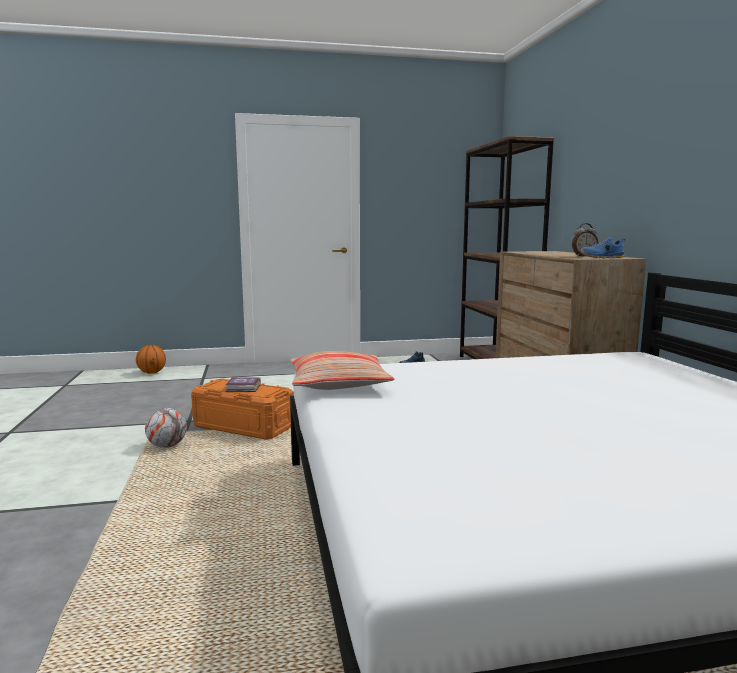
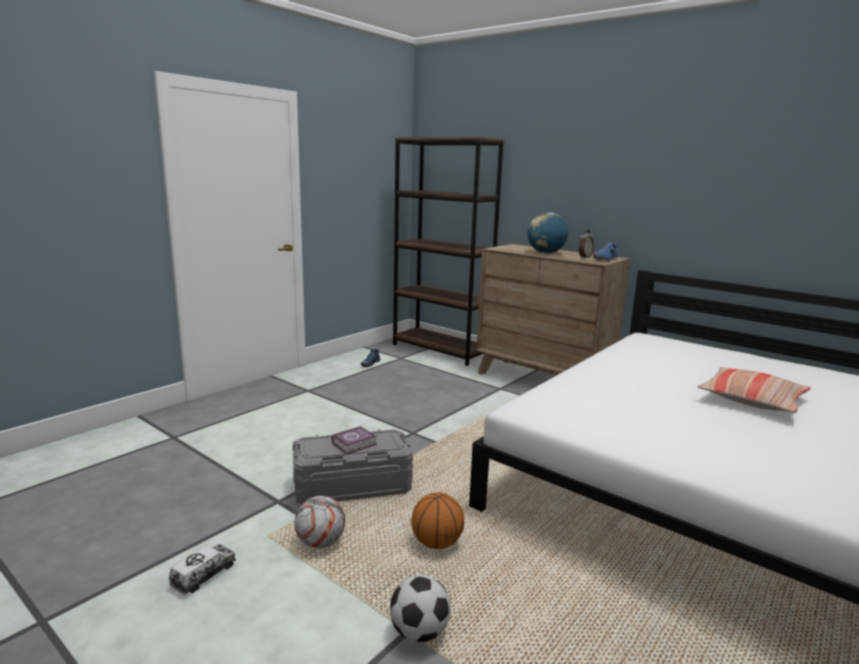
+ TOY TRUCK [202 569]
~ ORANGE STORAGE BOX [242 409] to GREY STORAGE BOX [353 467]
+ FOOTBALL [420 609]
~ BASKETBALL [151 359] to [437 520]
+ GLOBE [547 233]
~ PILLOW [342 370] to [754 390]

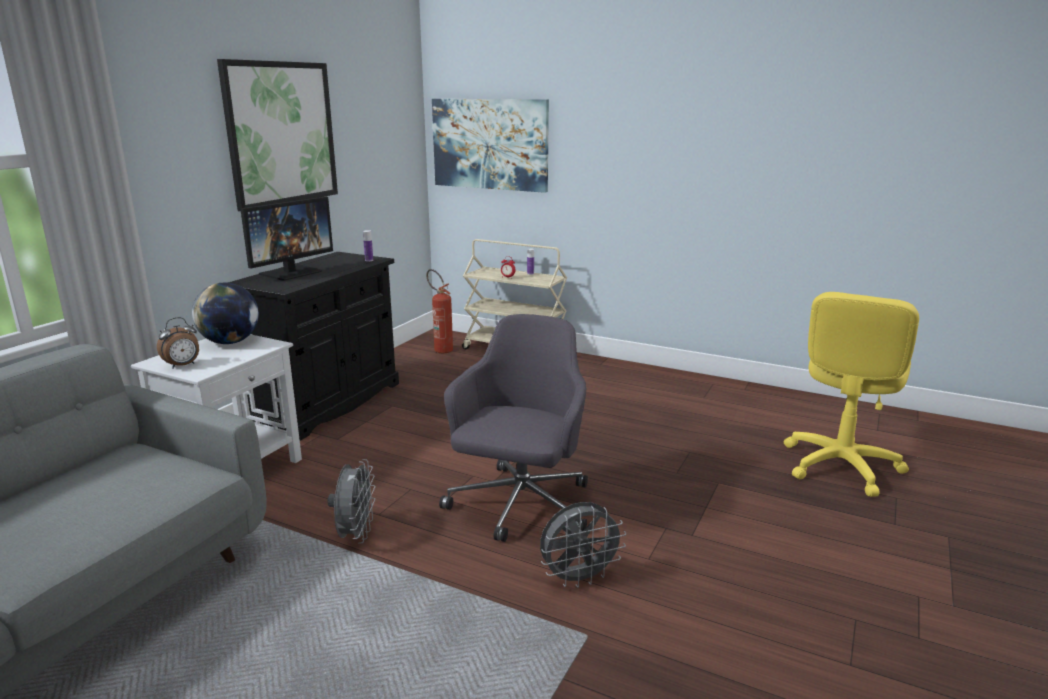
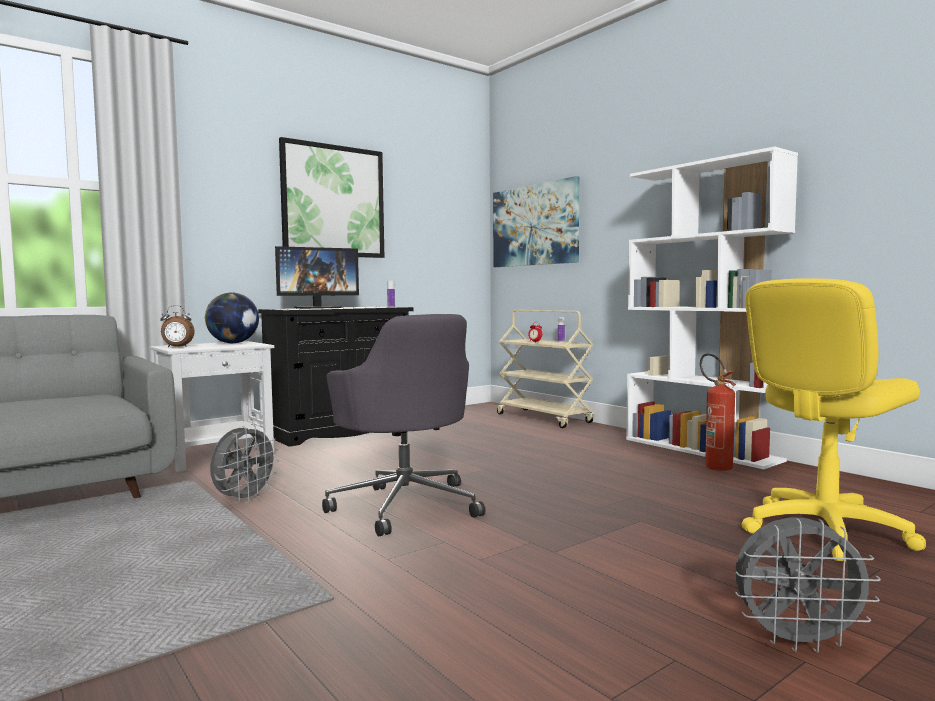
~ GREY OFFICE CHAIR [513 428] = [403 425] 105 degrees clockwise
+ WHITE BOOKCASE [712 307]
~ FIRE EXTINGUISHER [439 311] to [718 412]
~ GREY FAN [583 545] to [808 585]

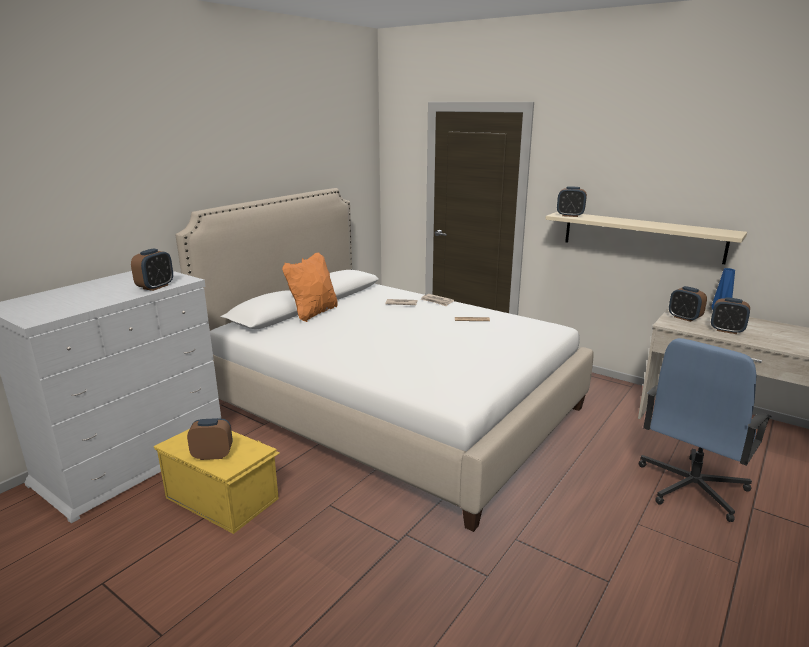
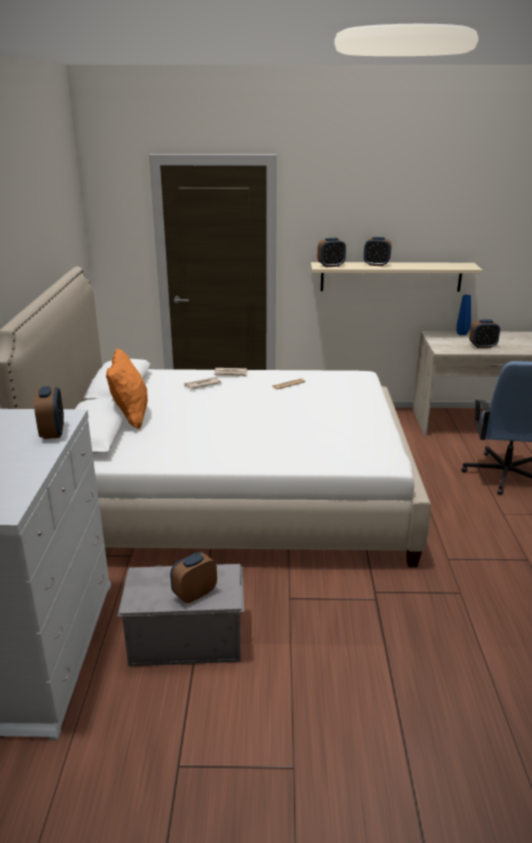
~ YELLOW STORAGE BOX [217 481] to GREY STORAGE BOX [180 615]
~ ALARM CLOCK [688 304] to [377 251]

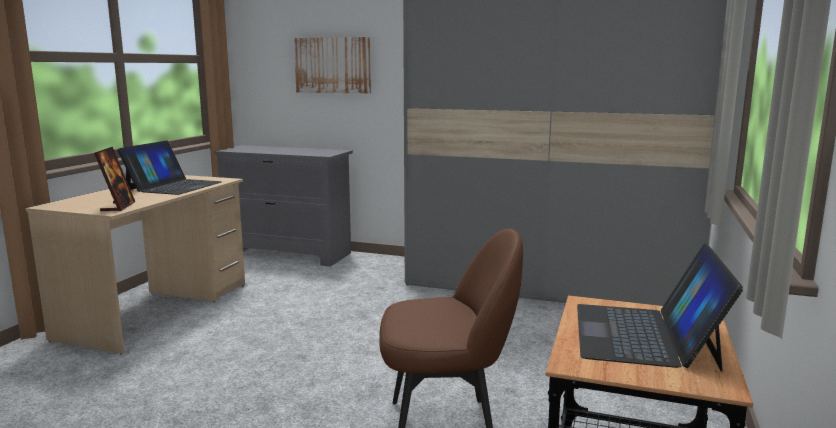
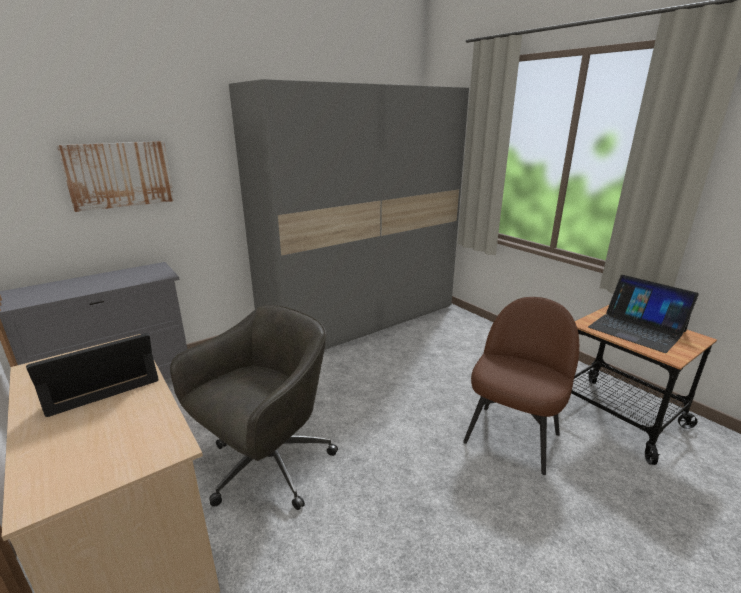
~ LAPTOP [169 168] = [92 375] 90 degrees counterclockwise
+ GREY OFFICE CHAIR [254 407]
- PICTURE FRAME [114 179]

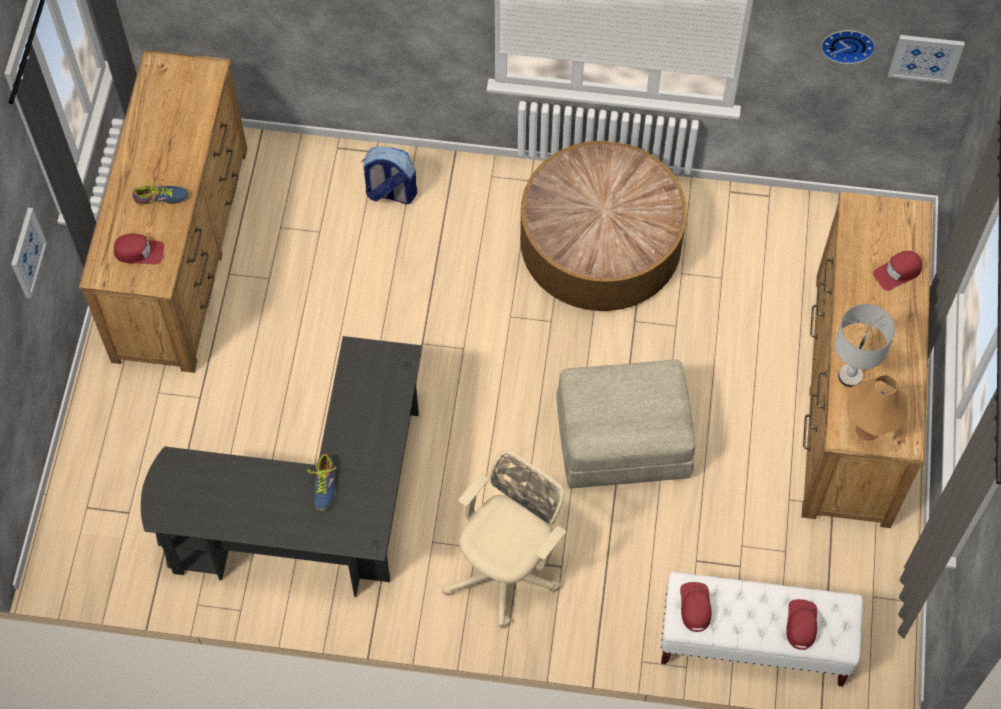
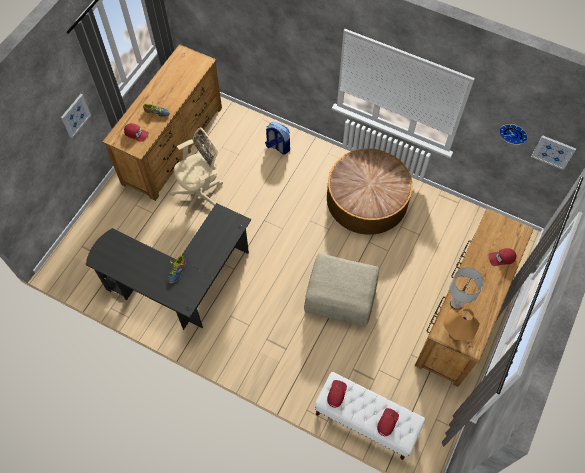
~ BEIGE OFFICE CHAIR [504 539] to [196 172]

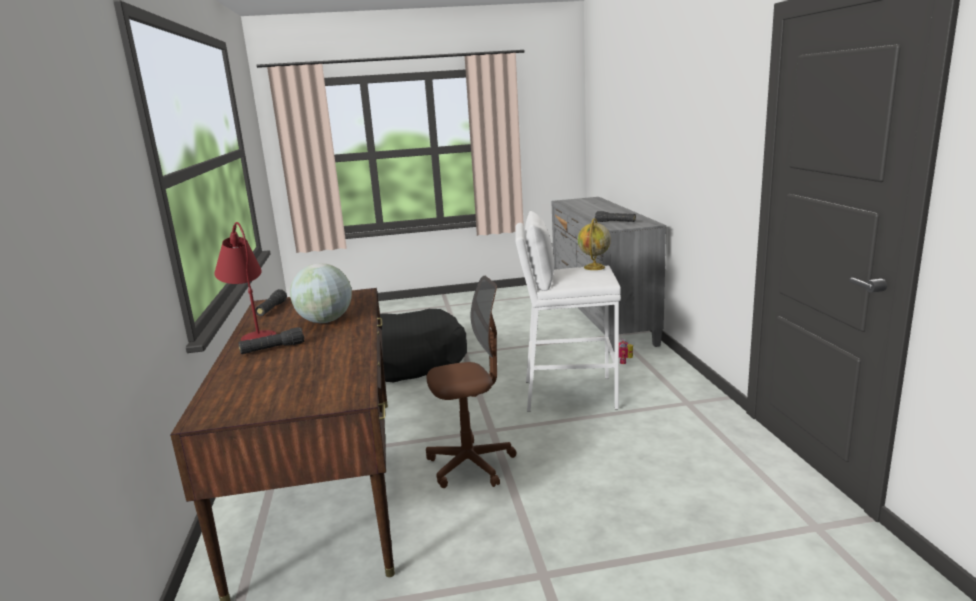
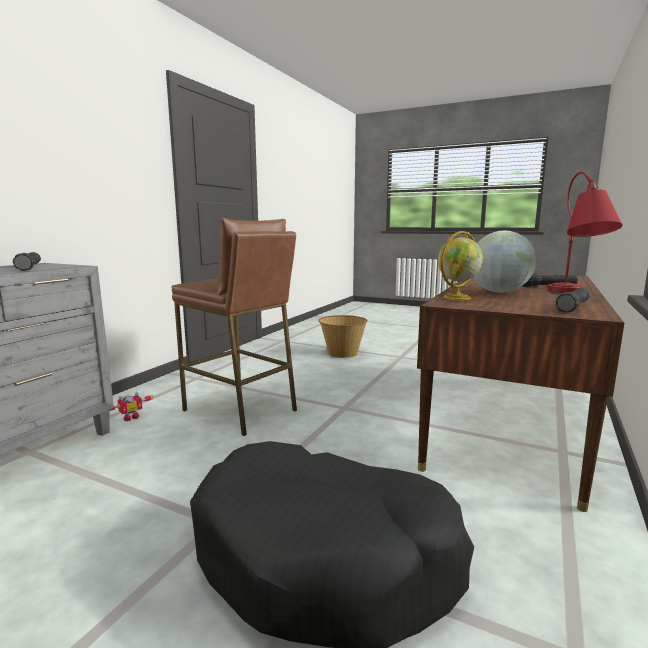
~ WHITE STOOL [568 311] to BROWN STOOL [234 327]
+ BASKET [343 336]
~ GLOBE [594 244] to [460 265]
- BROWN OFFICE CHAIR [471 382]

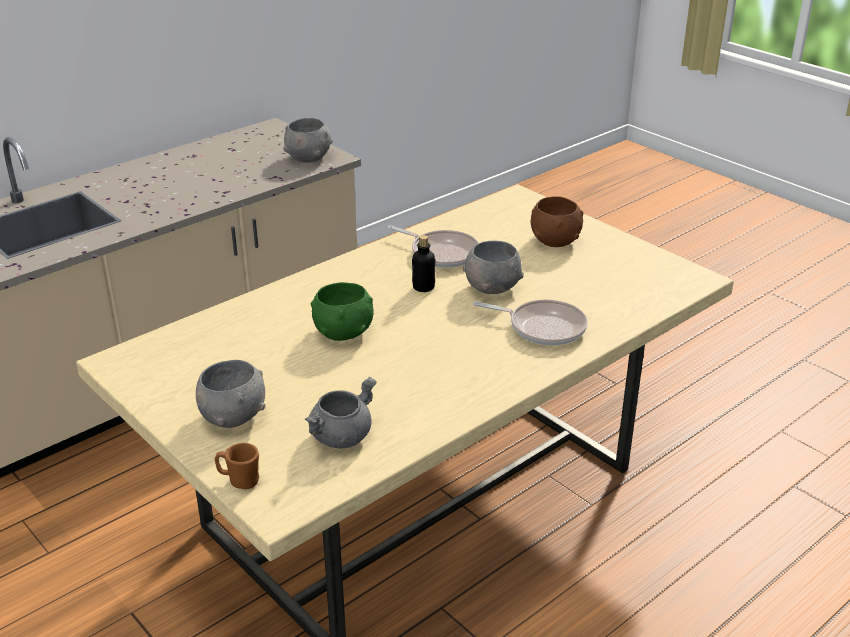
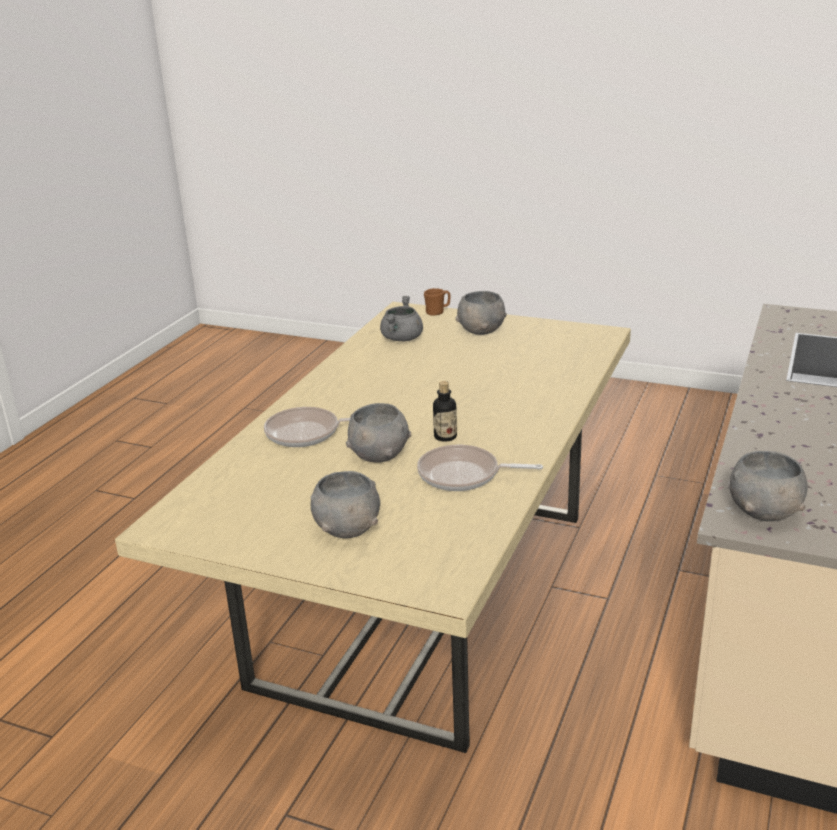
~ BROWN BOWL [557 221] to GREY BOWL [345 504]
- GREEN BOWL [342 311]

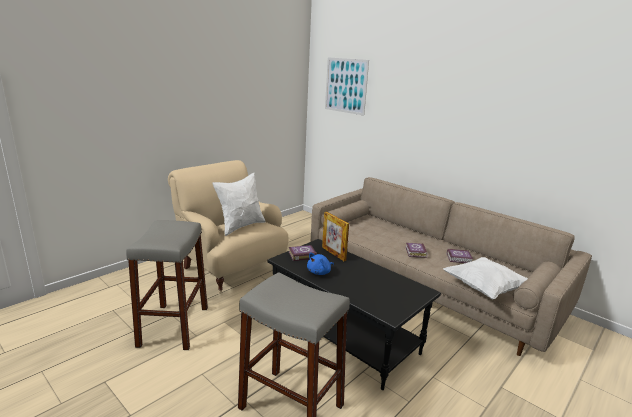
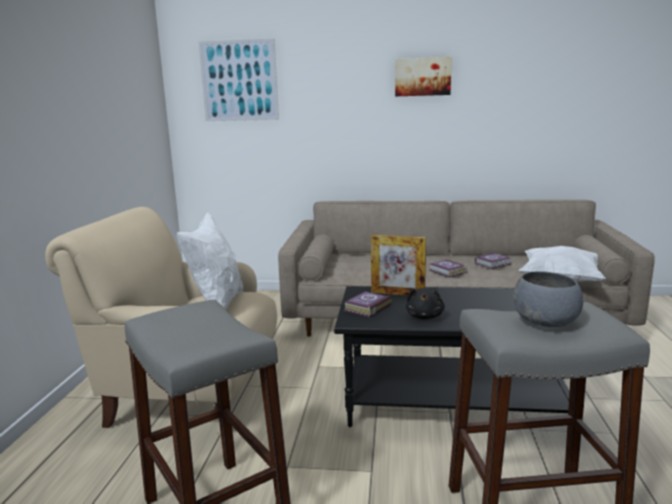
+ PICTURE [423 76]
~ BLUE PLUSH TOY [320 264] to BLACK PLUSH TOY [425 303]
+ GREY BOWL [548 299]

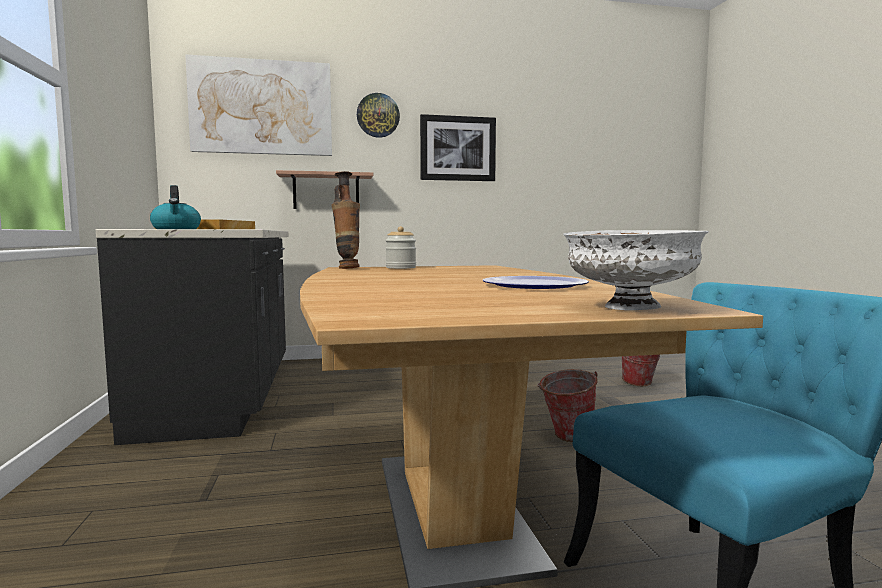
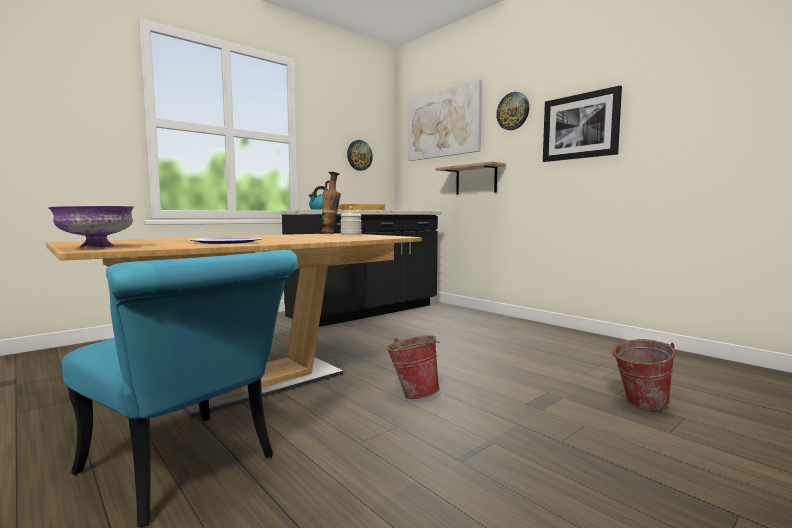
~ WHITE BOWL [636 270] to PURPLE BOWL [91 227]
+ WALL CLOCK [360 155]

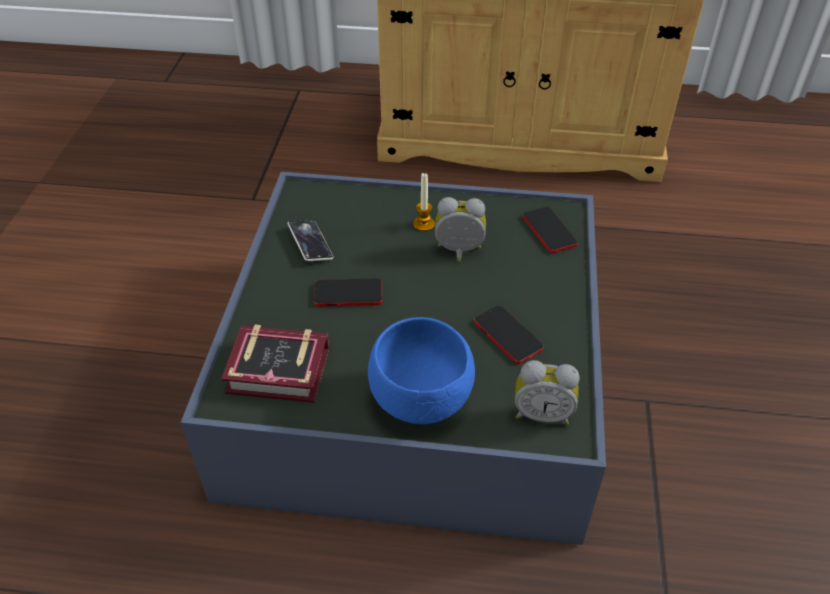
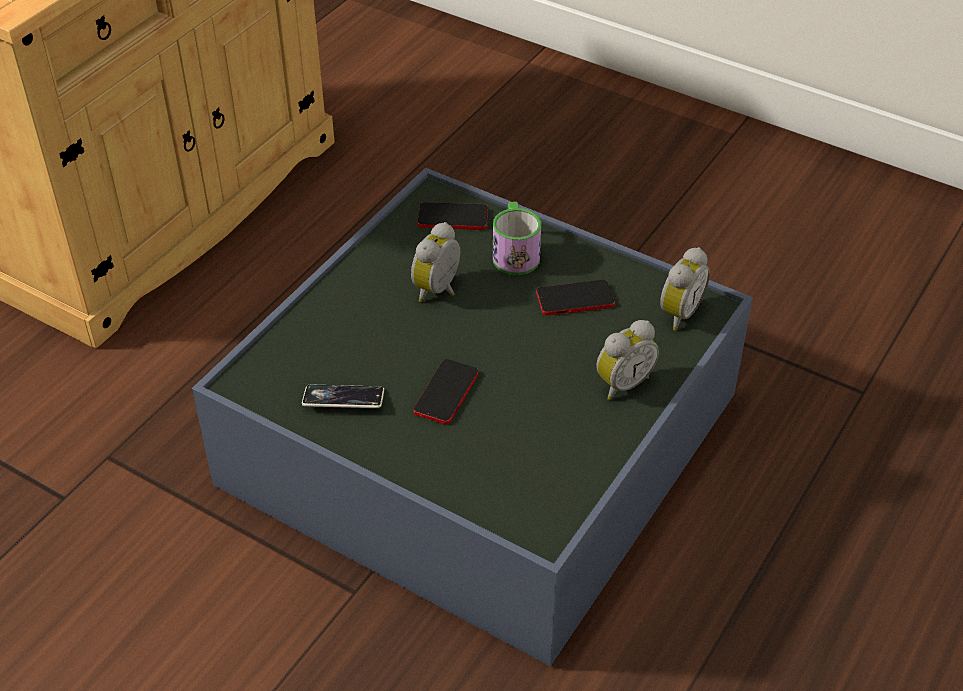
+ MUG [517 238]
~ BLUE BOWL [421 370] to ALARM CLOCK [628 360]
- BOOK [275 363]
- CANDLE [424 201]

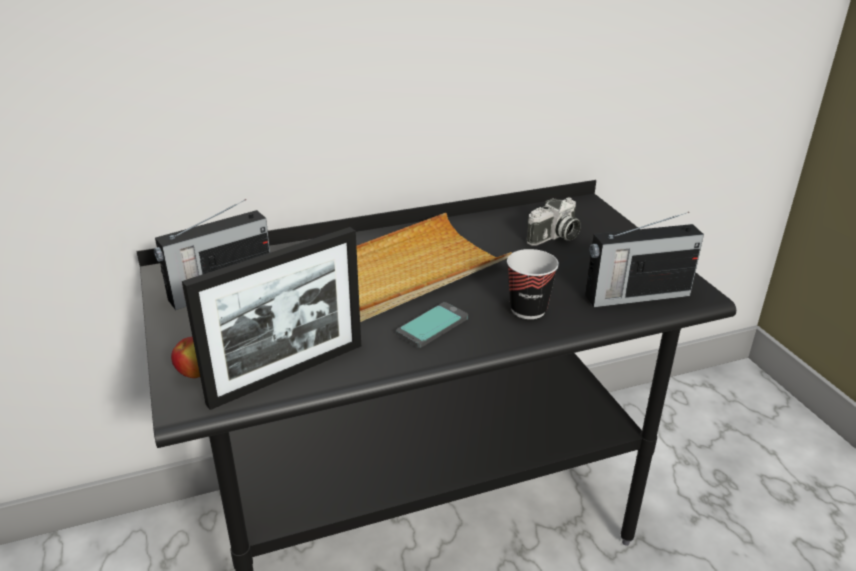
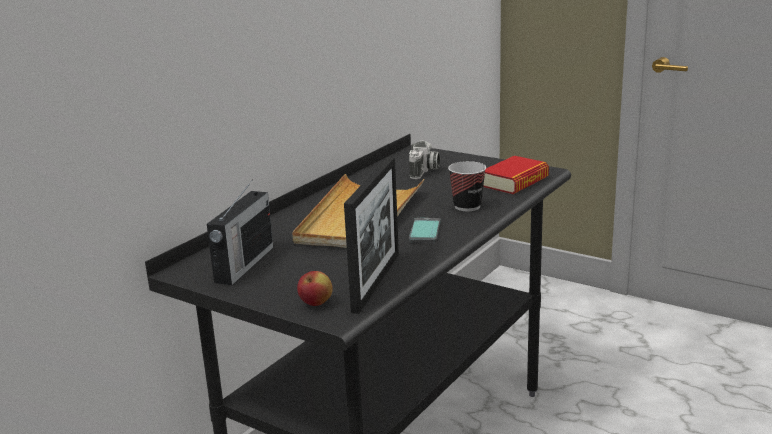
~ RADIO [644 259] to BOOK [516 175]

